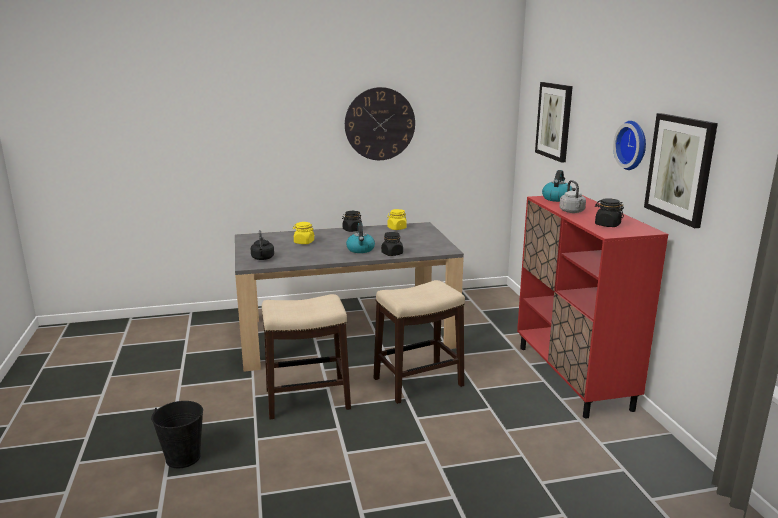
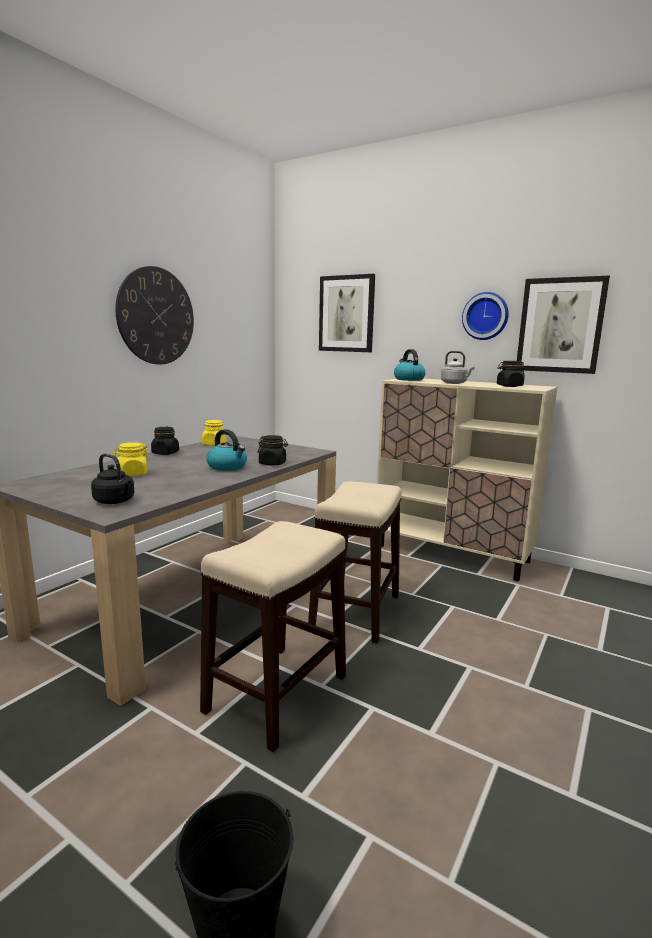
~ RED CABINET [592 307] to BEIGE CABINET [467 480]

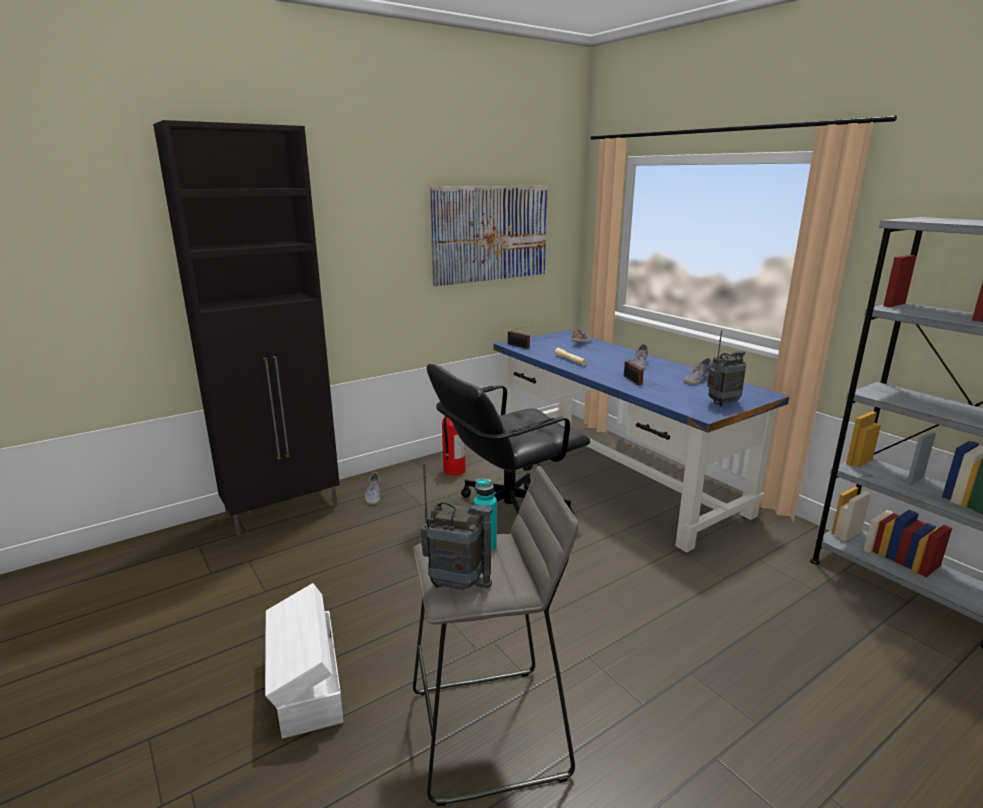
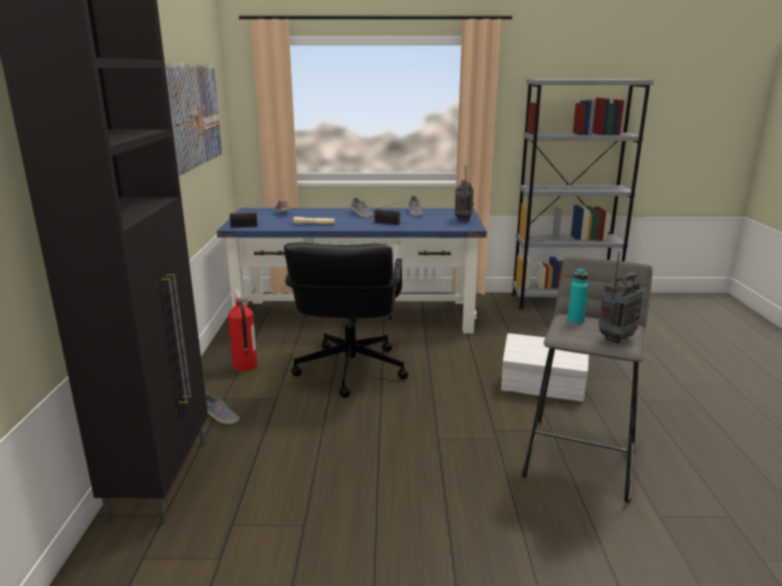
~ WHITE STORAGE BOX [304 661] to [545 367]

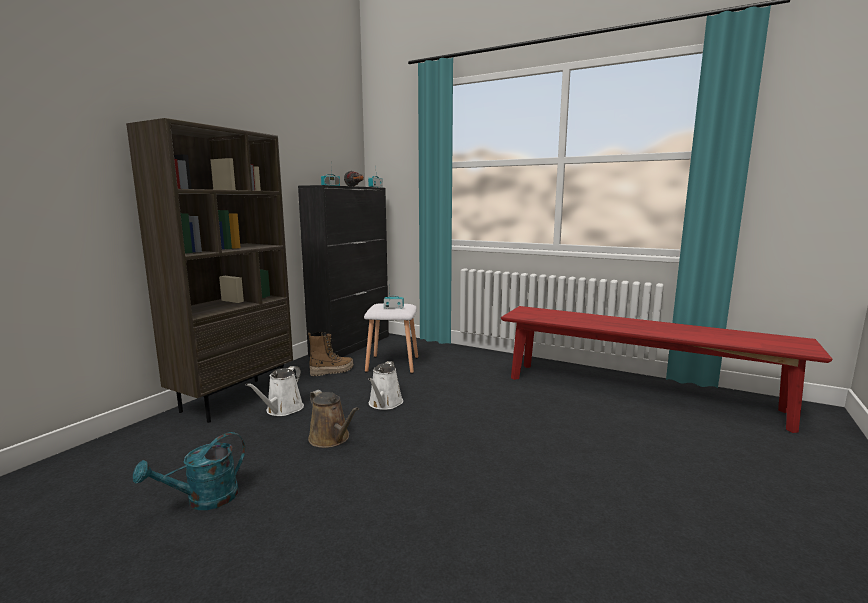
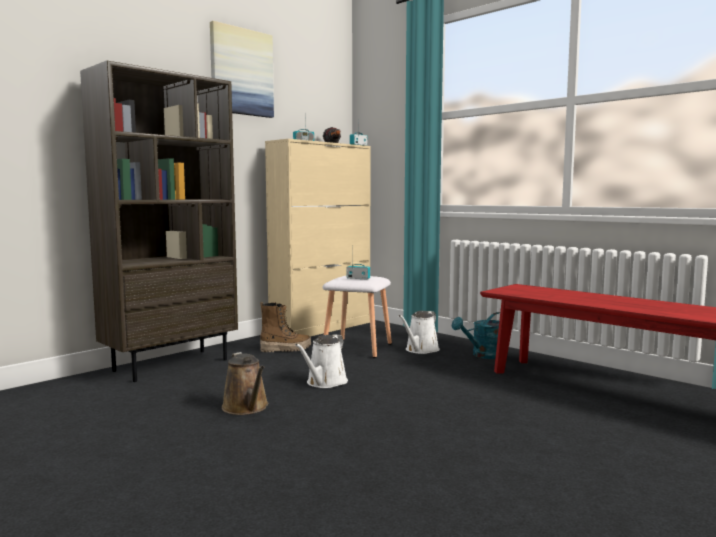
+ PICTURE [242 69]
~ BLACK CABINET [343 271] to BEIGE CABINET [318 238]
~ WHITE WATERING CAN [274 391] to [419 332]
~ TURQUOISE WATERING CAN [189 471] to [476 335]

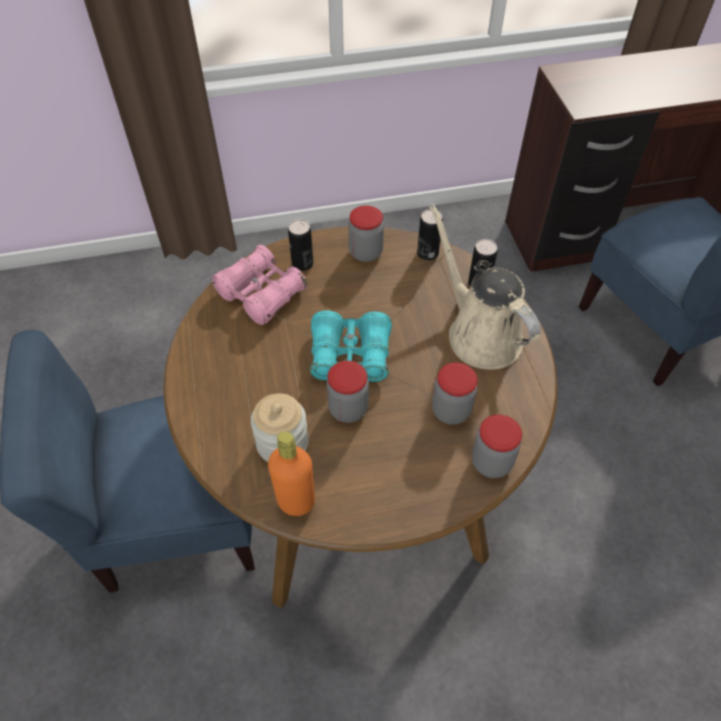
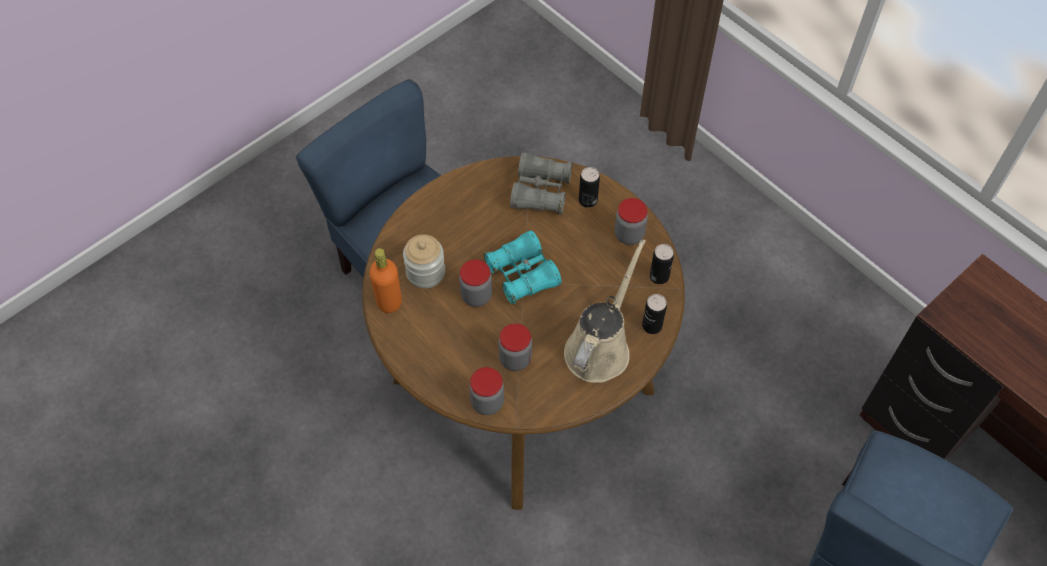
~ PINK BINOCULARS [260 285] to GREY BINOCULARS [541 183]

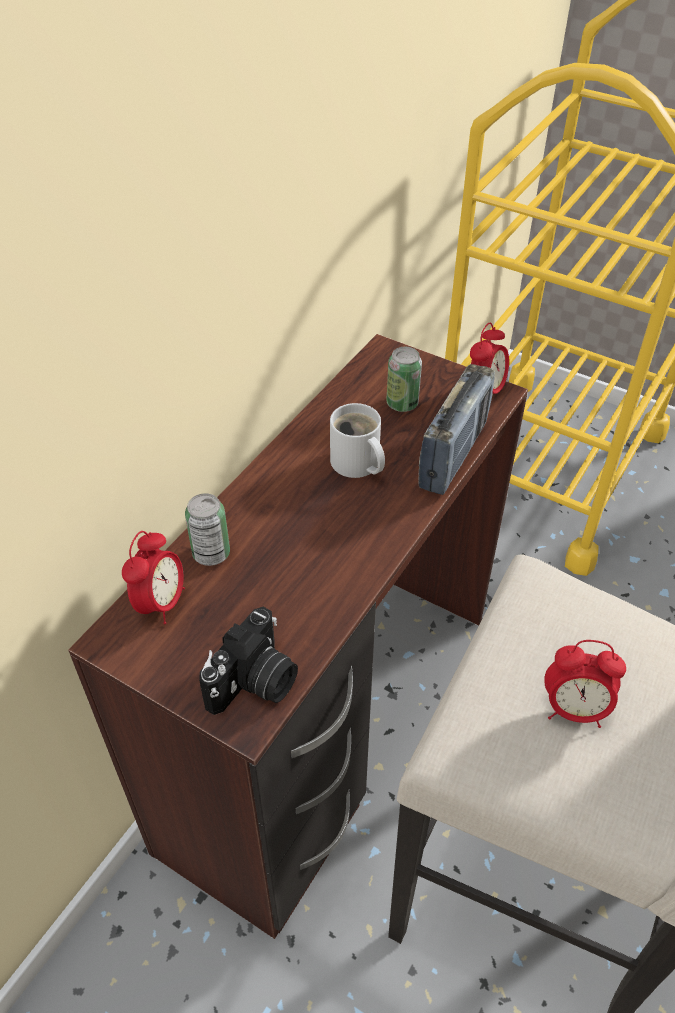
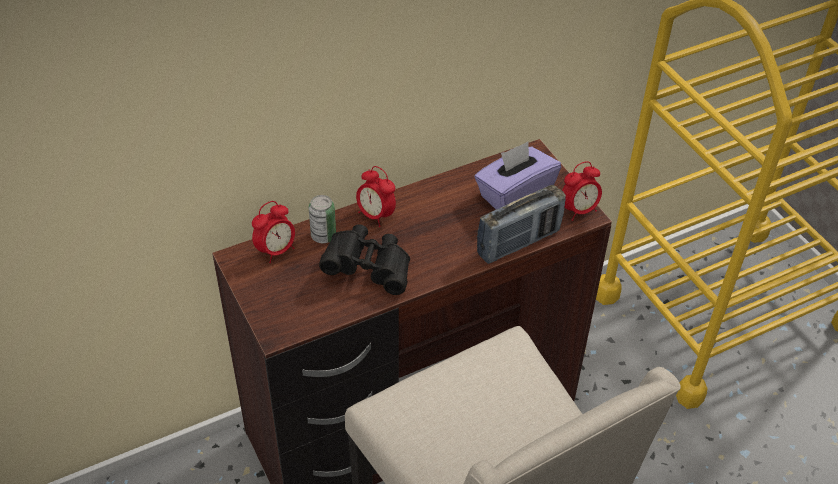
+ BLACK BINOCULARS [364 259]
~ ALARM CLOCK [585 684] to [376 196]
~ CAN [404 379] to PURPLE TISSUE BOX [517 175]
- PHOTO CAMERA [248 661]
- WHITE MUG [357 440]

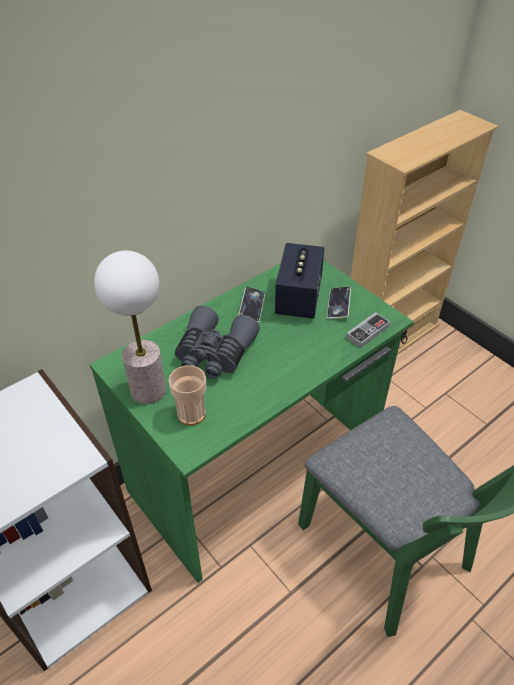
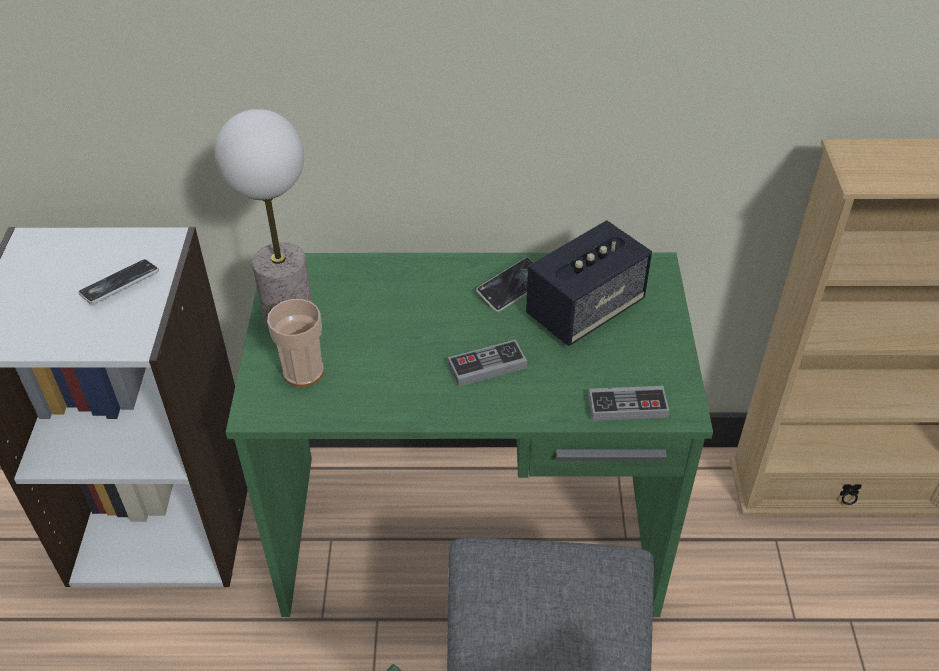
~ PHONE [339 303] to [118 281]
+ GAME CONTROLLER [487 363]
- GREY BINOCULARS [217 342]

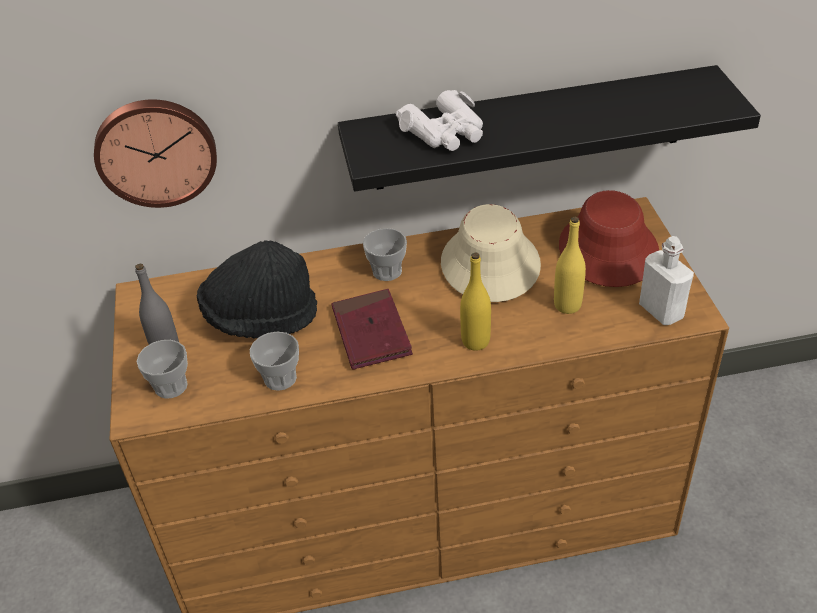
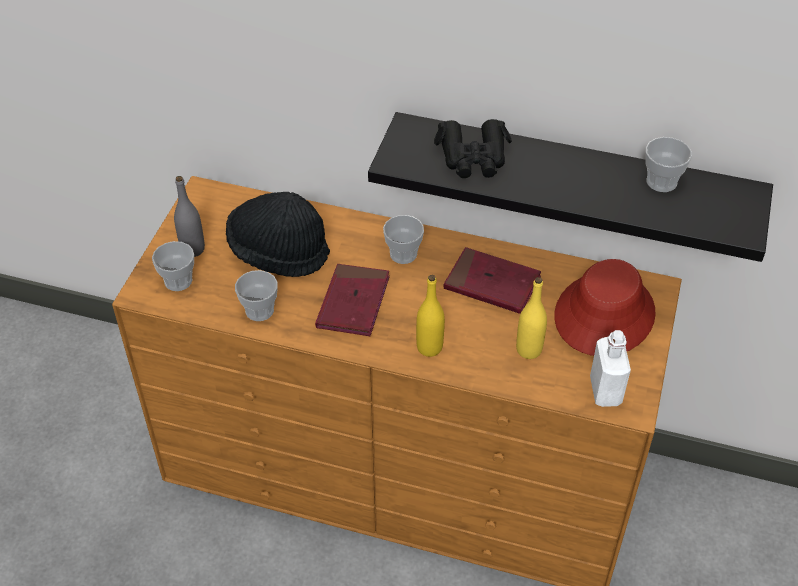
~ WHITE BINOCULARS [439 120] to BLACK BINOCULARS [473 148]
~ BEIGE HAT [491 253] to RED BOOK [492 280]
+ CUP [668 164]
- WALL CLOCK [155 153]

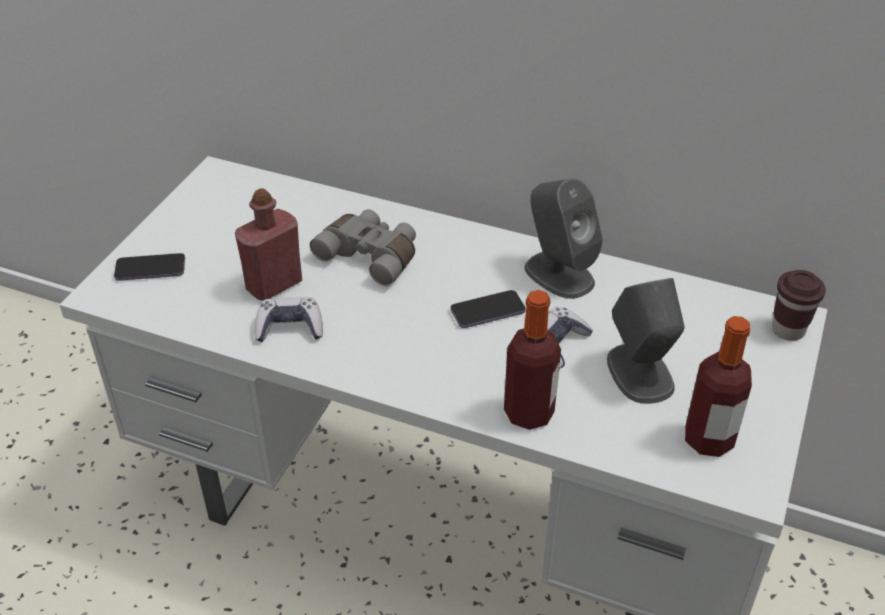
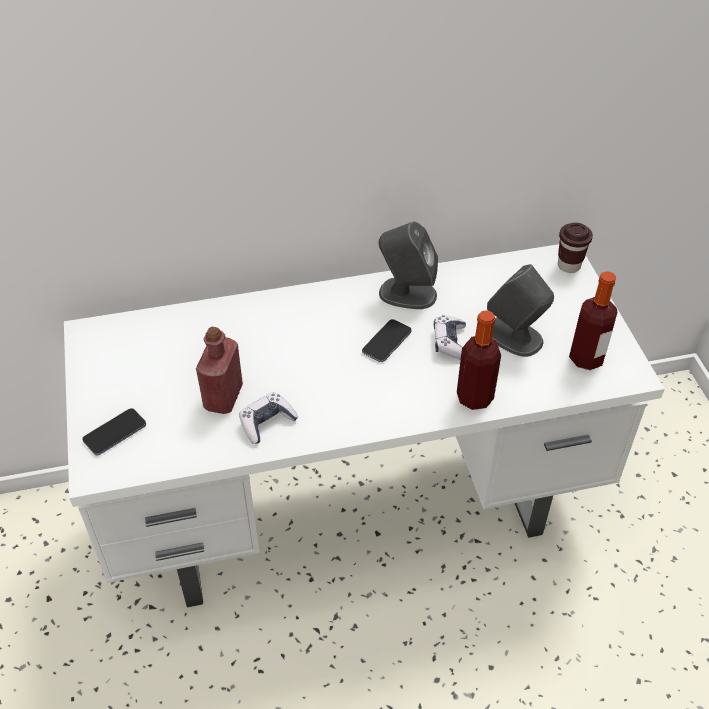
- GREY BINOCULARS [363 247]

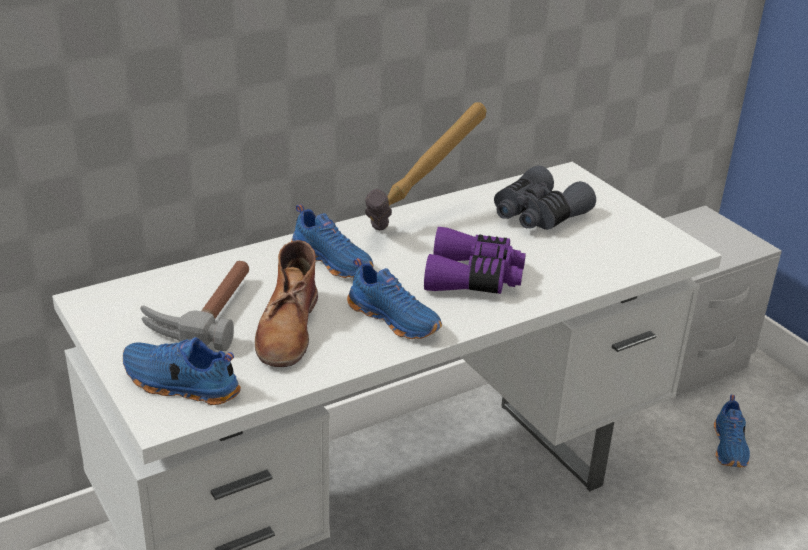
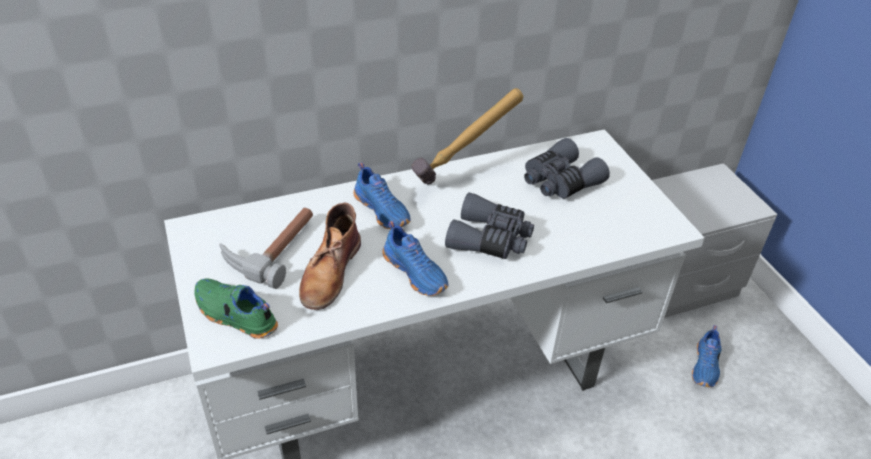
~ BLUE SHOE [182 371] to GREEN SHOE [236 308]
~ PURPLE BINOCULARS [475 260] to GREY BINOCULARS [489 226]

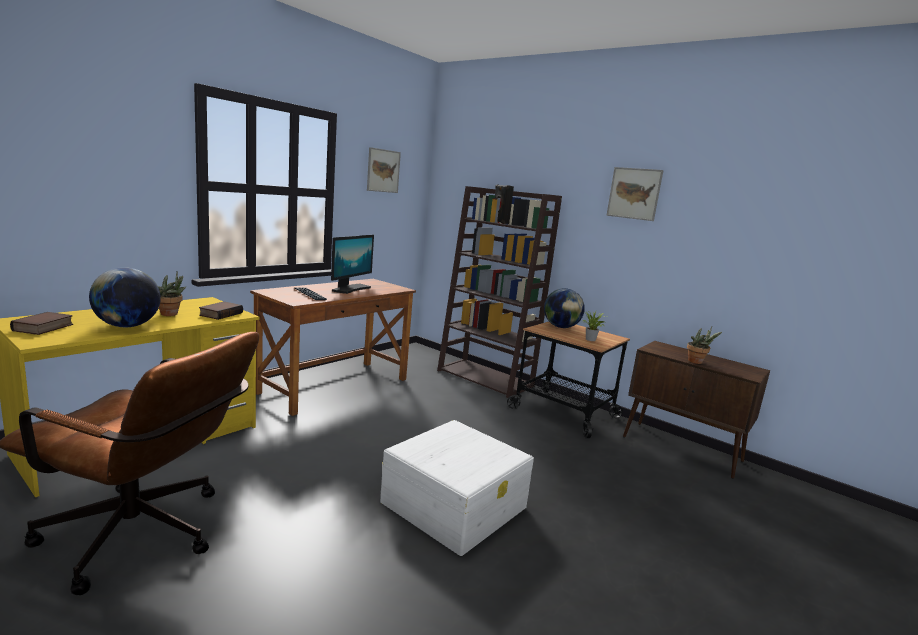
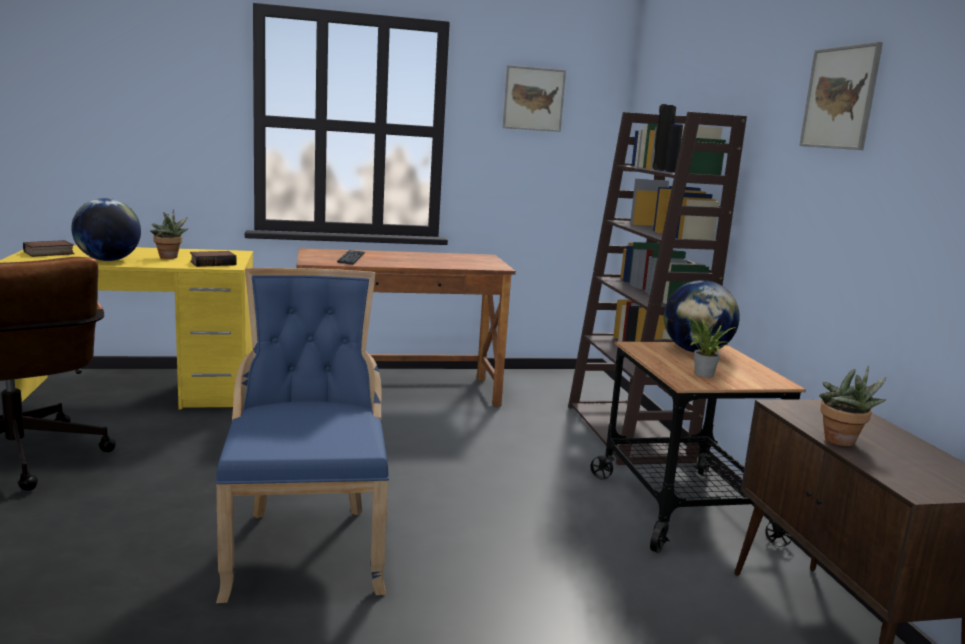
~ WHITE STORAGE BOX [457 488] to BLUE CHAIR [302 435]
- MONITOR [352 264]

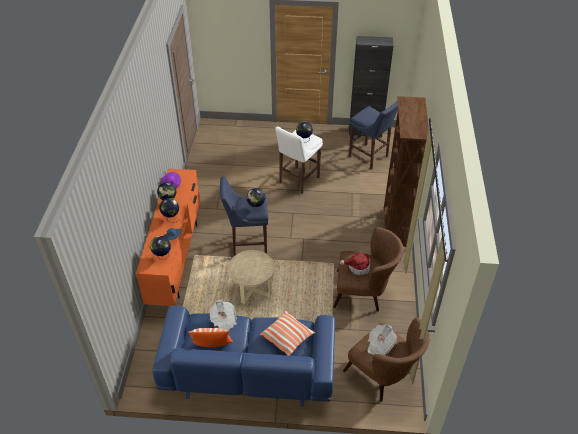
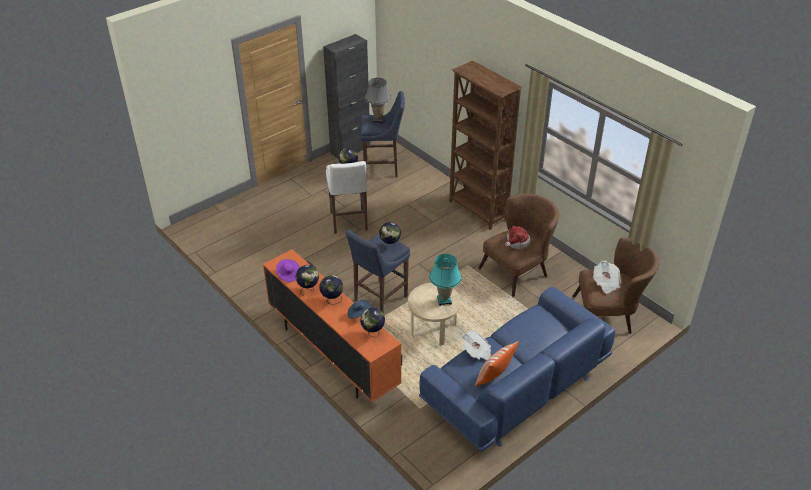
+ GREY TABLE LAMP [378 100]
+ TURQUOISE TABLE LAMP [445 280]
- PILLOW [287 333]

